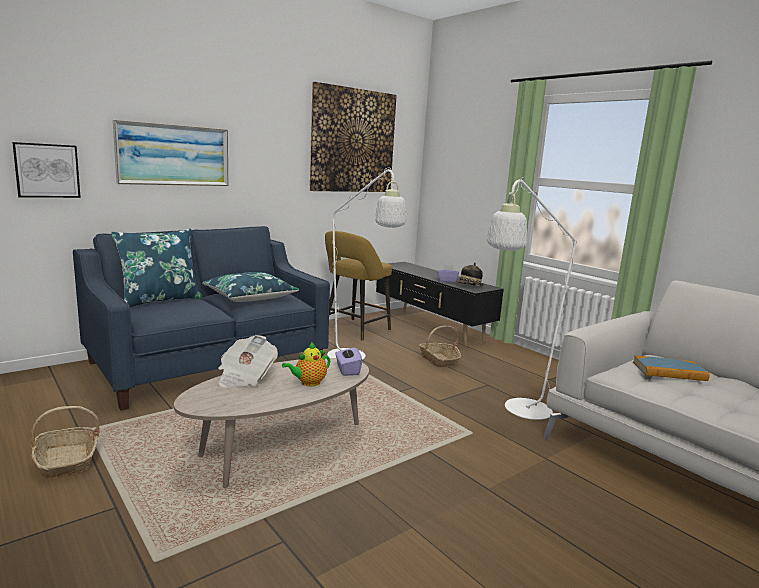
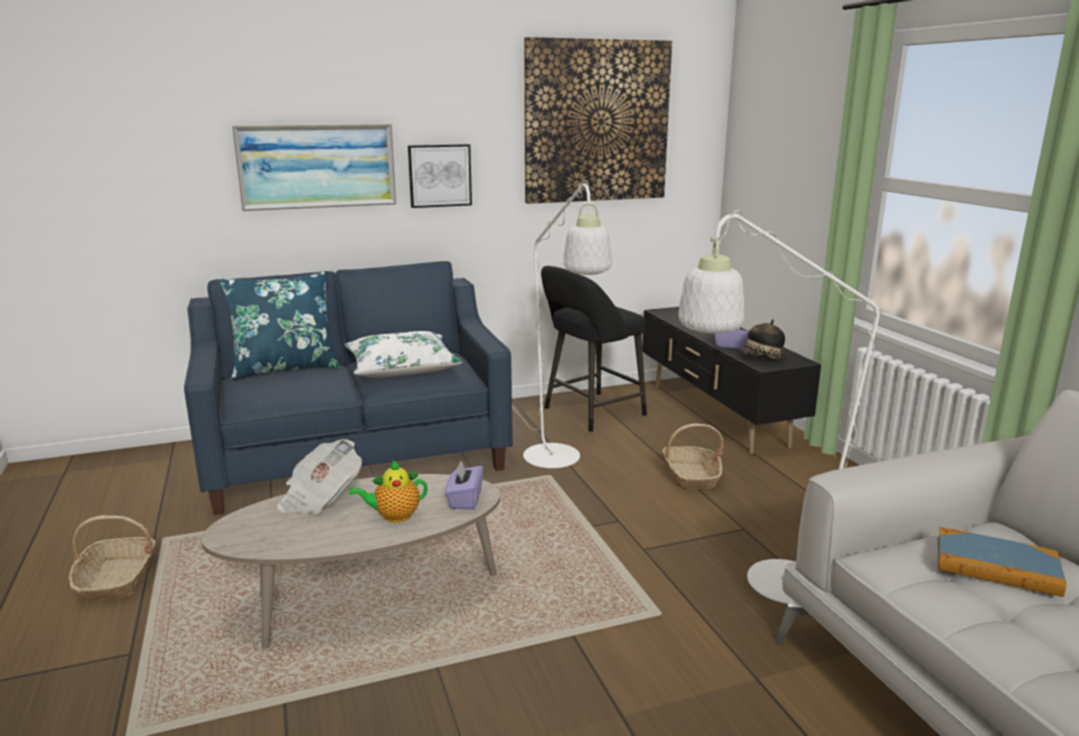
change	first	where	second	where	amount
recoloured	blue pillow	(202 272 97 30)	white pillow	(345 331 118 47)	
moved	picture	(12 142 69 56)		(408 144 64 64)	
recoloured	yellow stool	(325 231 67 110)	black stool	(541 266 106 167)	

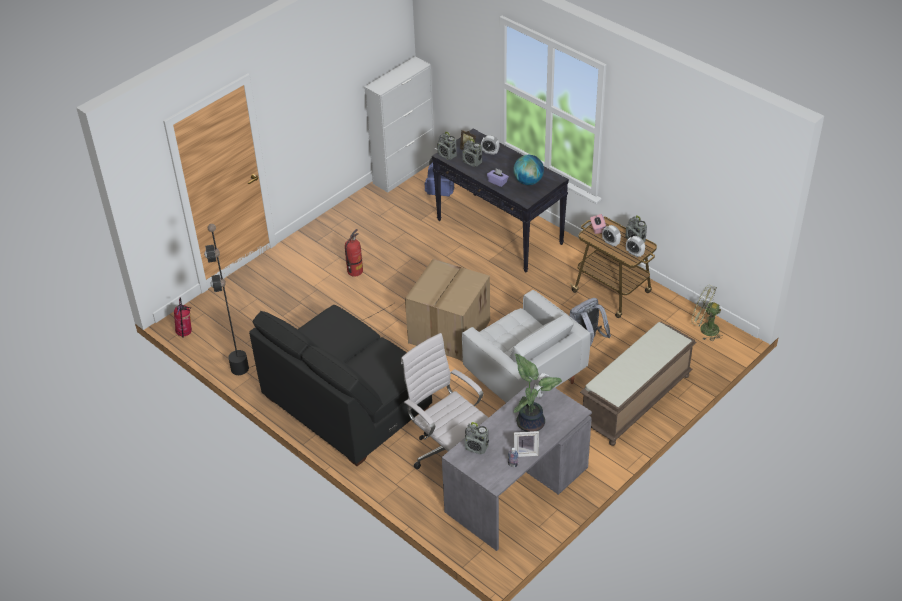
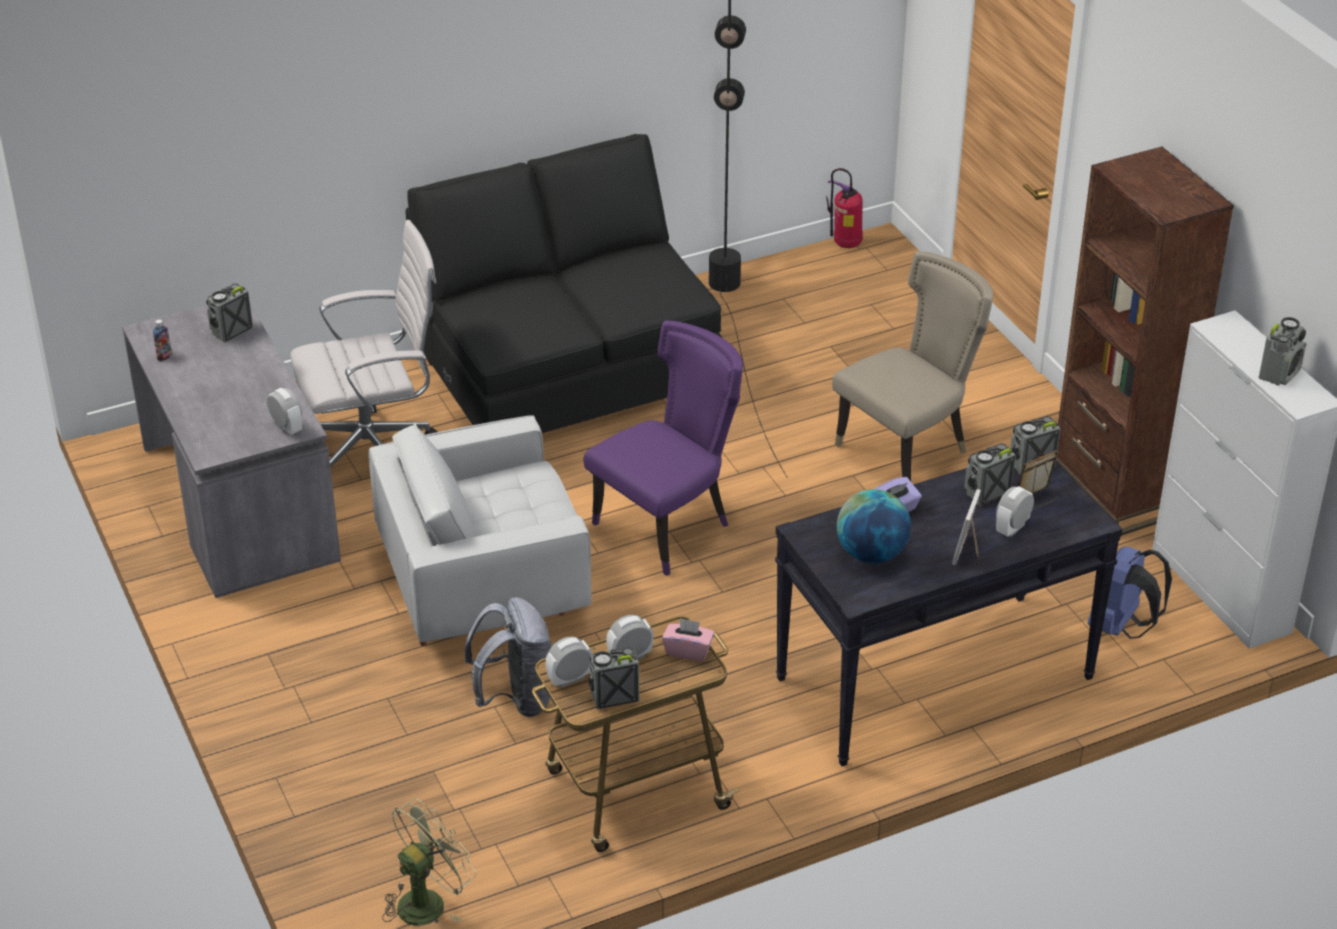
change	first	where	second	where	amount
replaced	cardboard box	(405 259 85 102)	purple chair	(583 321 160 255)	
replaced	fire extinguisher	(345 229 18 48)	beige chair	(832 251 161 230)	
moved	picture frame	(514 431 25 26)		(952 489 29 77)	
added			brown bookcase	(1056 147 178 388)	
added			radio	(1259 317 47 69)	
removed	potted plant	(514 354 48 78)			
removed	brown bench	(580 322 117 124)			

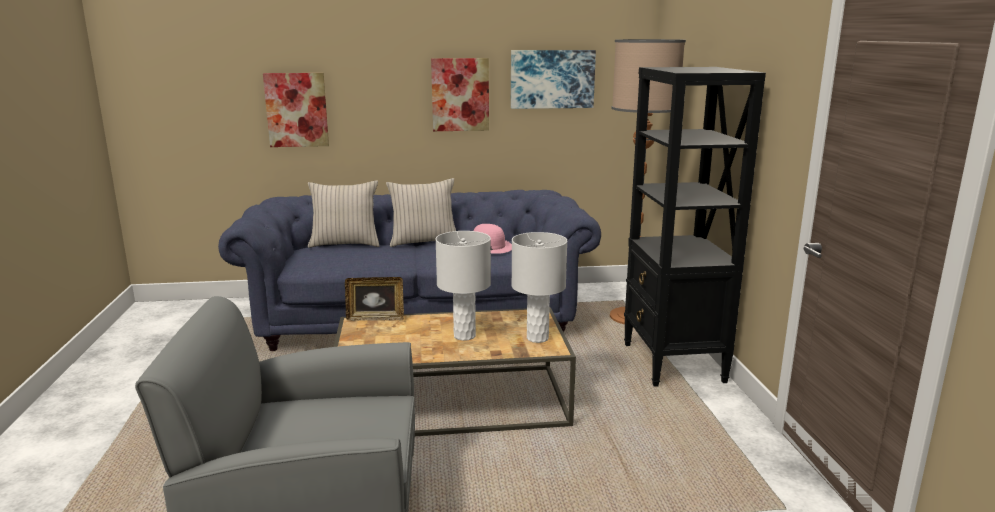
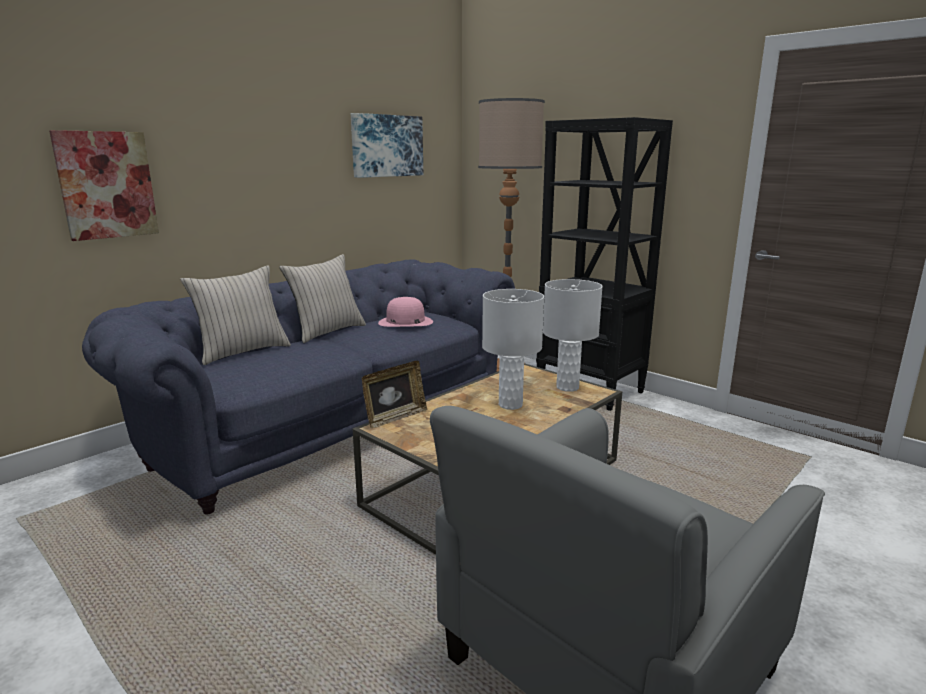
change	first	where	second	where	amount
removed	picture	(431 58 58 73)			

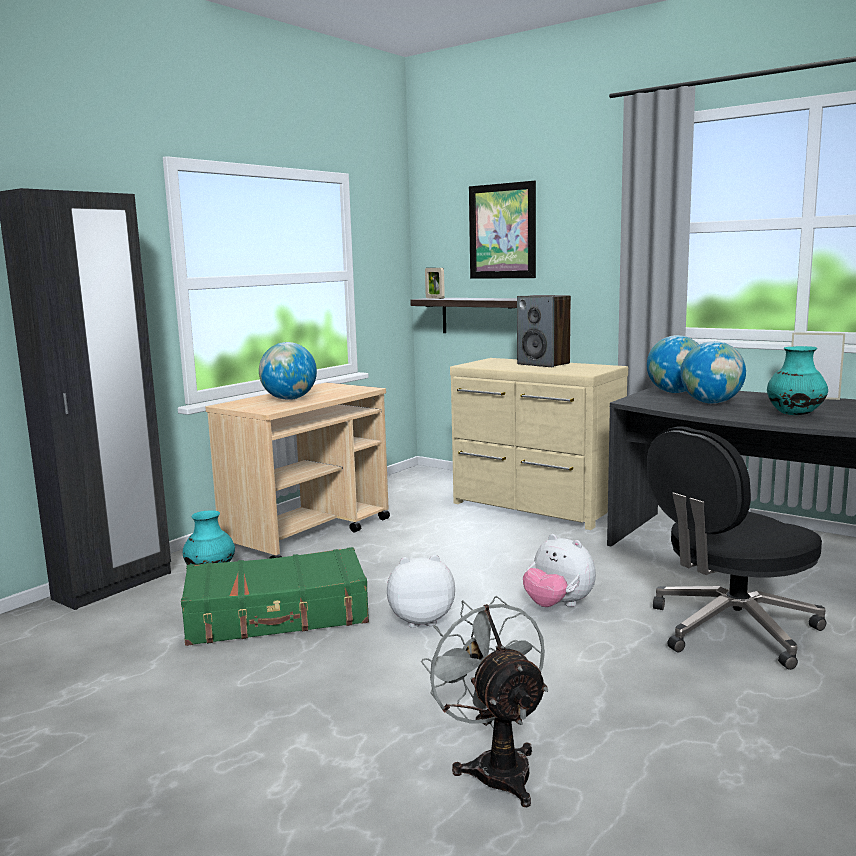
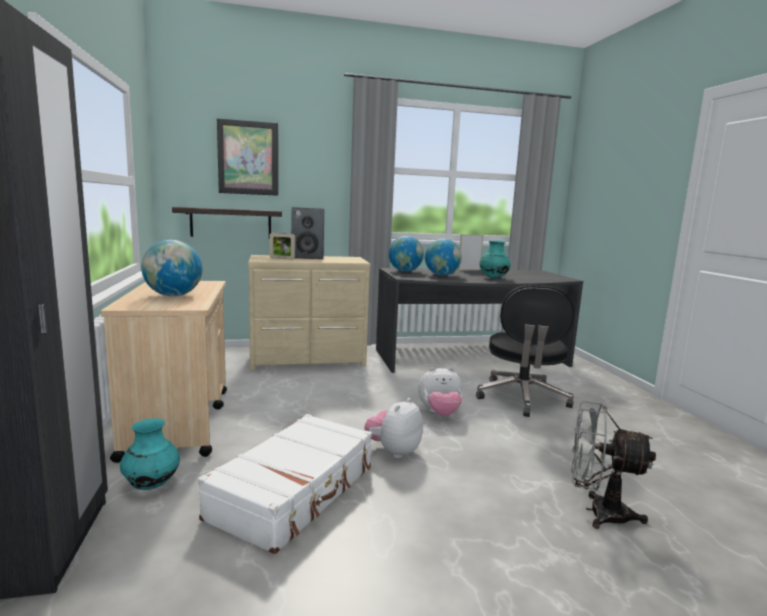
change	first	where	second	where	amount
recoloured	green suitcase	(181 547 188 99)	white suitcase	(198 414 174 140)	
moved	picture frame	(425 268 20 31)		(270 233 25 27)	

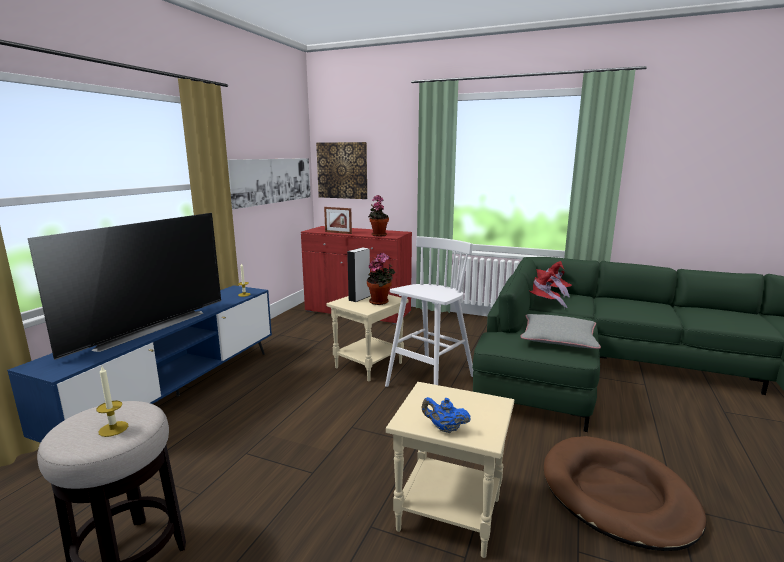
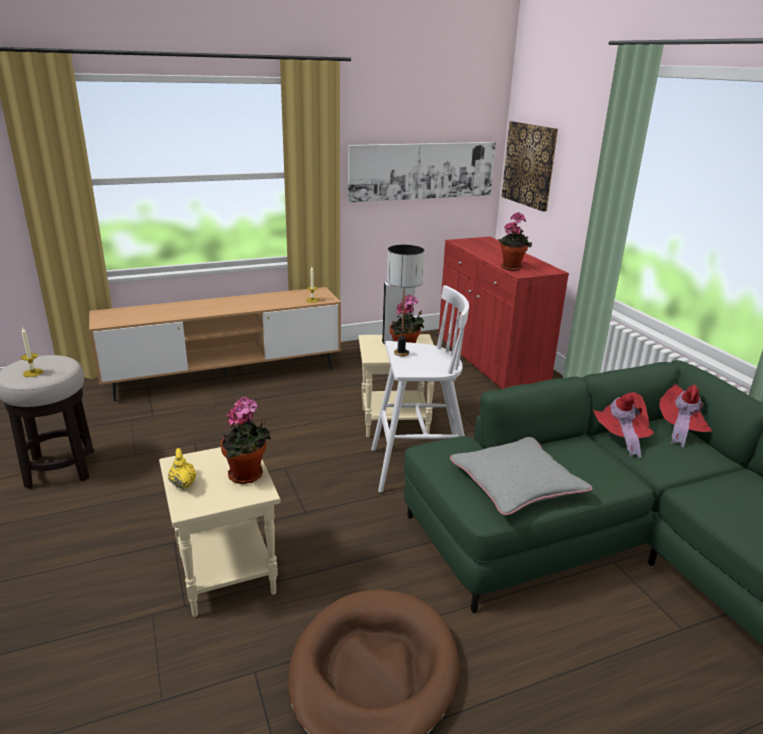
change	first	where	second	where	amount
recoloured	blue tv stand	(7 285 265 158)	brown tv stand	(89 287 252 114)	
recoloured	blue teapot	(422 397 49 36)	yellow teapot	(168 448 28 41)	
added			potted plant	(220 397 51 87)	
added			table lamp	(387 245 37 111)	
removed	television	(28 213 193 147)			
removed	picture frame	(324 207 28 27)			

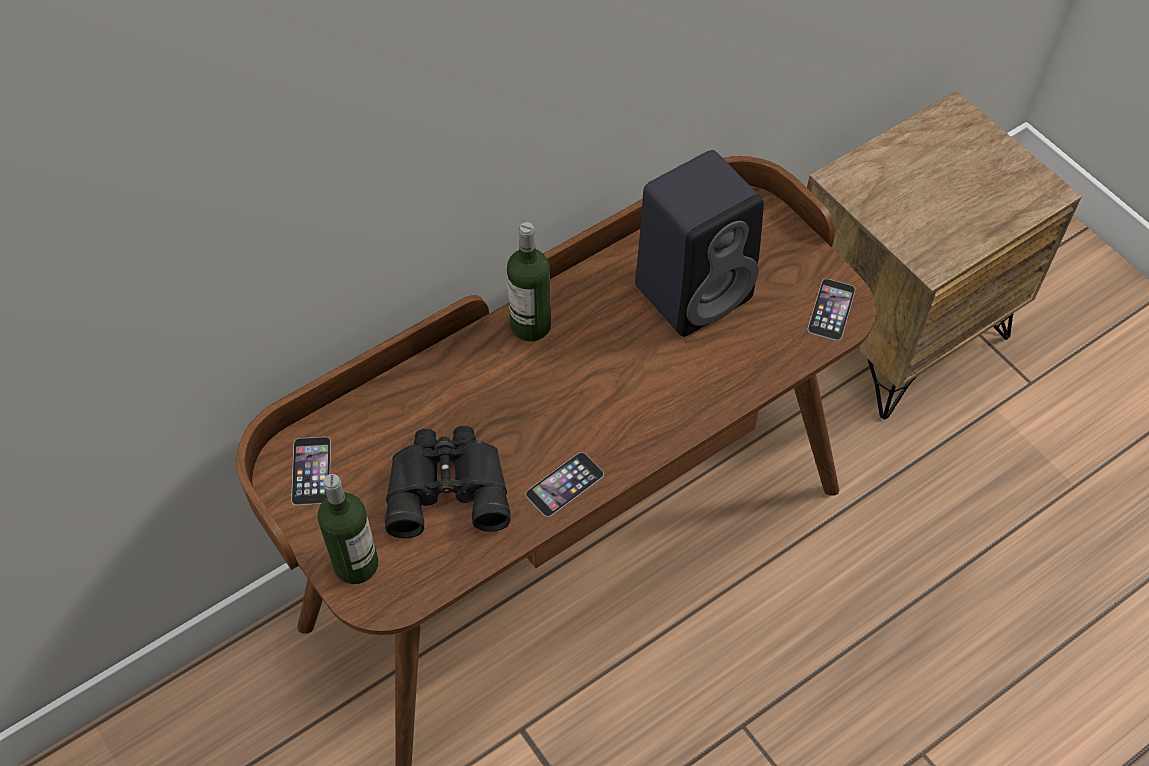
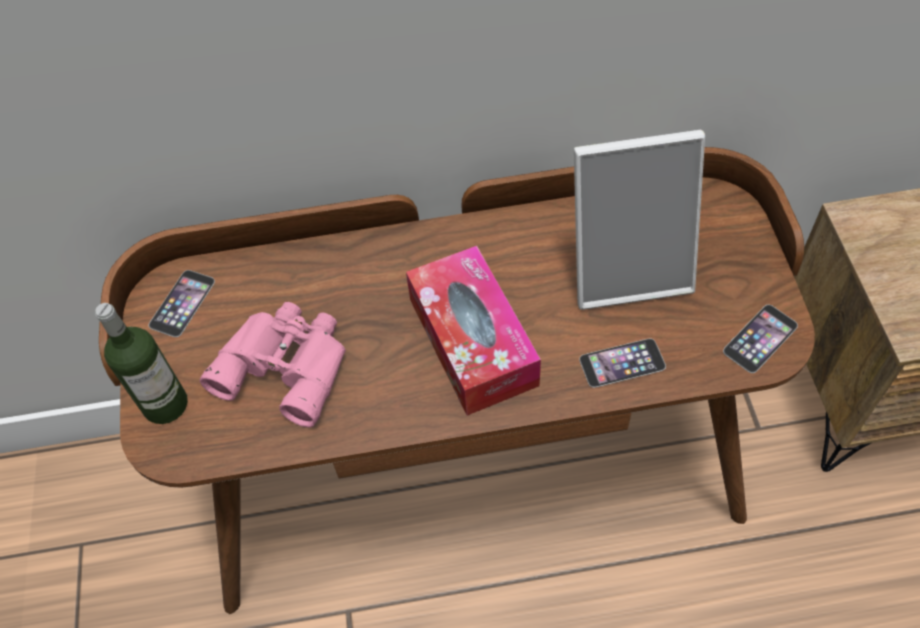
change	first	where	second	where	amount
recoloured	black binoculars	(385 426 126 112)	pink binoculars	(200 302 146 126)	
added			tissue box	(406 246 135 169)	
replaced	black speaker	(635 150 129 187)	picture frame	(574 130 131 180)	
moved	phone	(526 452 78 65)		(579 339 87 49)	
removed	bottle	(507 222 44 120)			

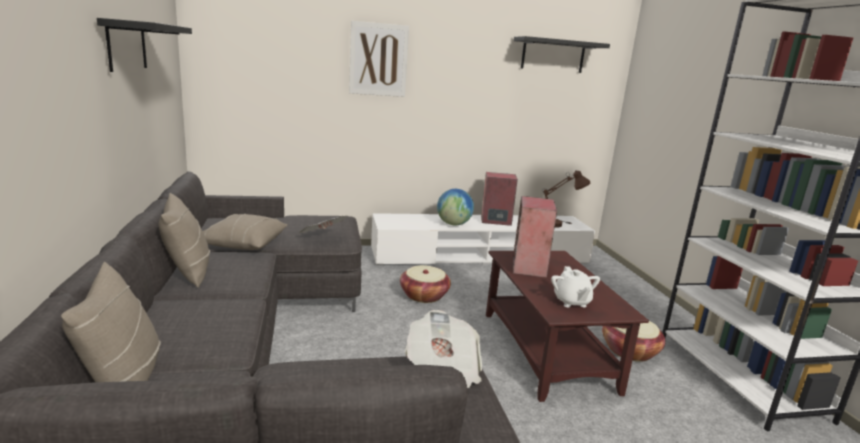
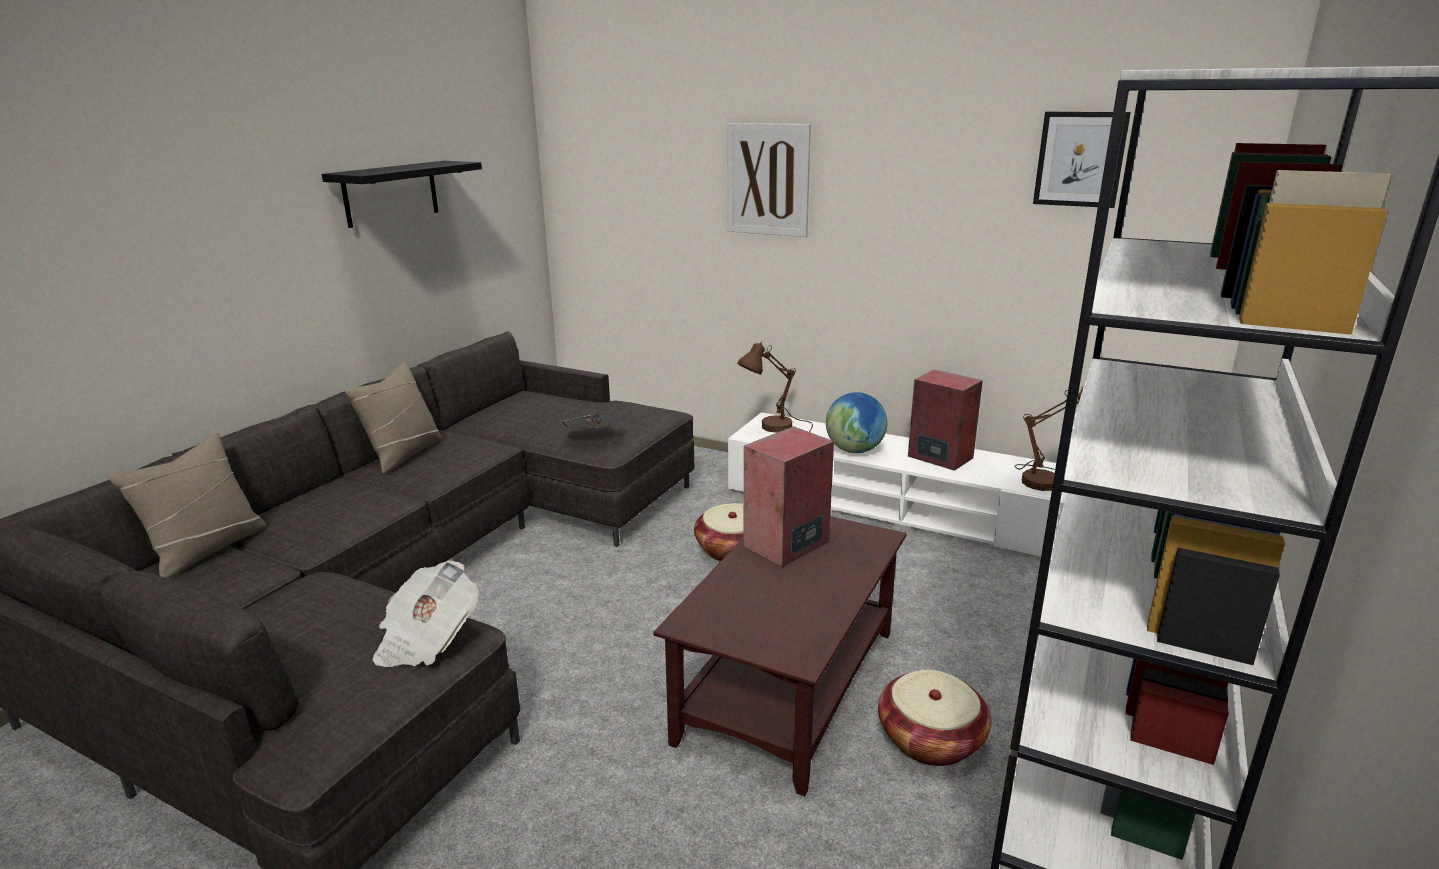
change	first	where	second	where	amount
added			brown table lamp	(737 341 76 92)	
replaced	black shelf	(514 36 96 37)	picture	(1033 112 98 96)	
removed	beige pillow	(203 214 85 36)			
removed	white teapot	(551 266 49 41)			

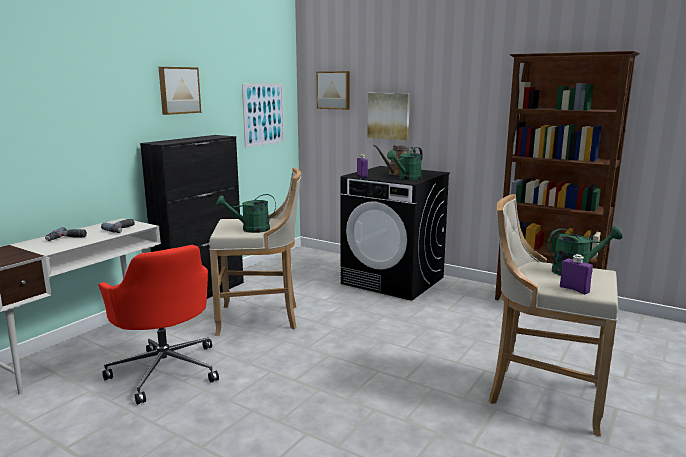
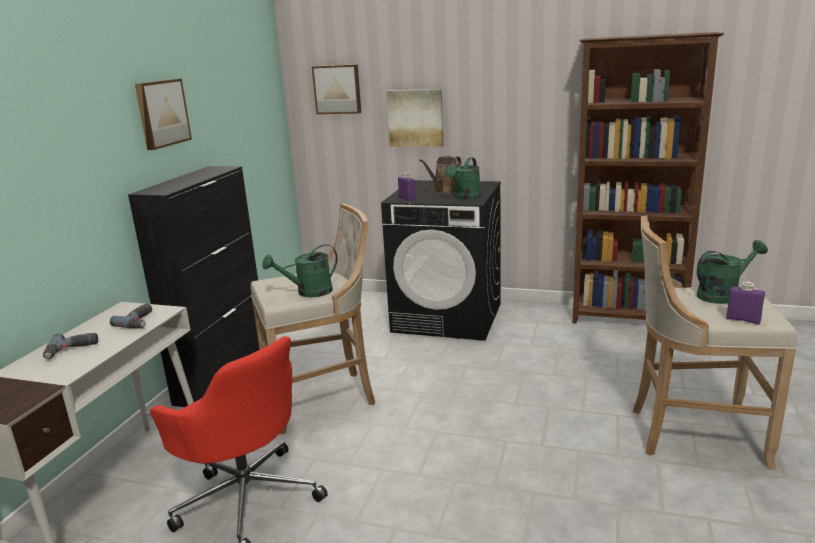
change	first	where	second	where	amount
removed	picture	(242 83 43 64)			

